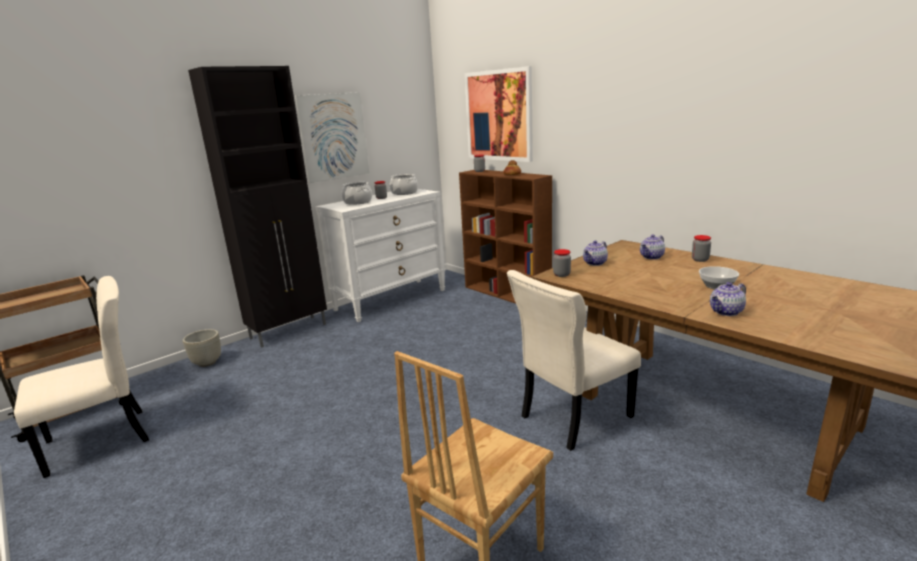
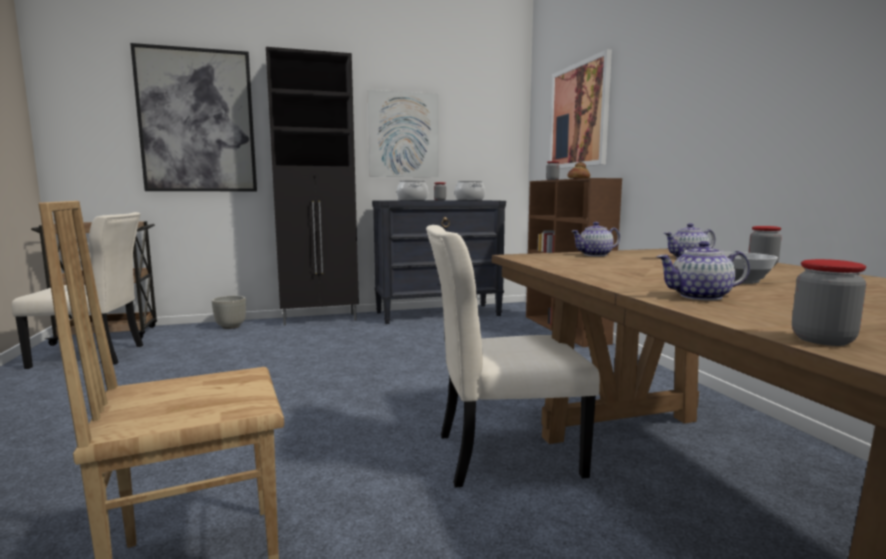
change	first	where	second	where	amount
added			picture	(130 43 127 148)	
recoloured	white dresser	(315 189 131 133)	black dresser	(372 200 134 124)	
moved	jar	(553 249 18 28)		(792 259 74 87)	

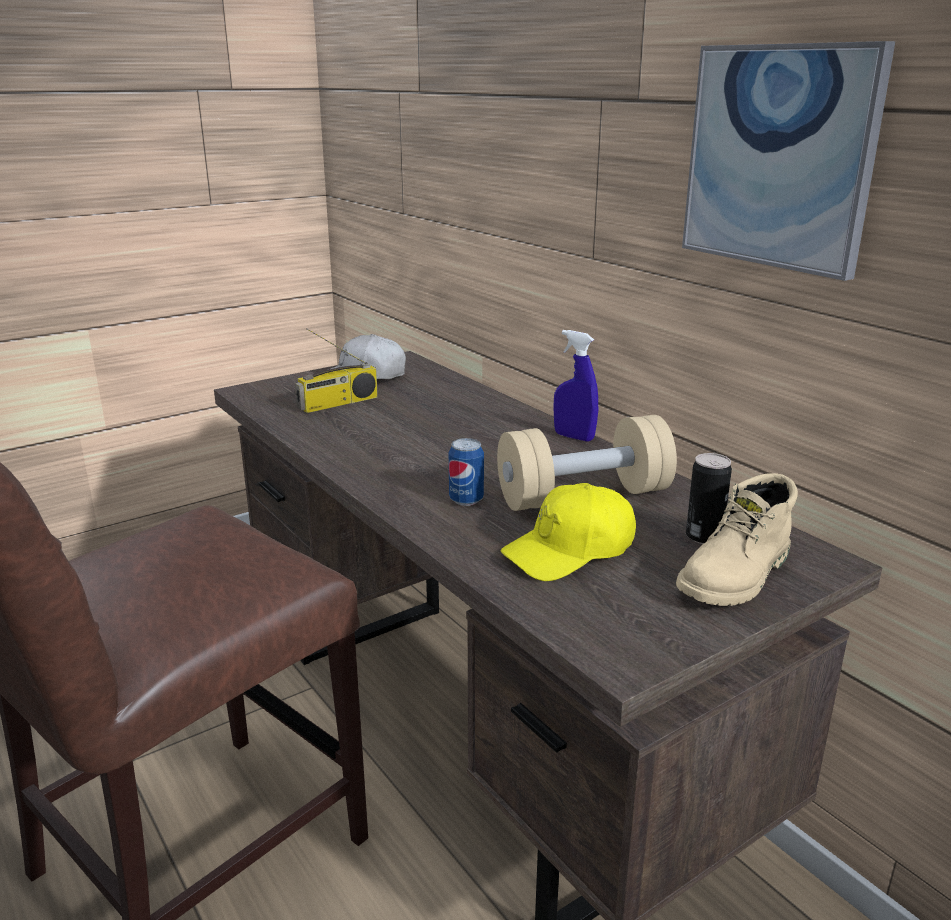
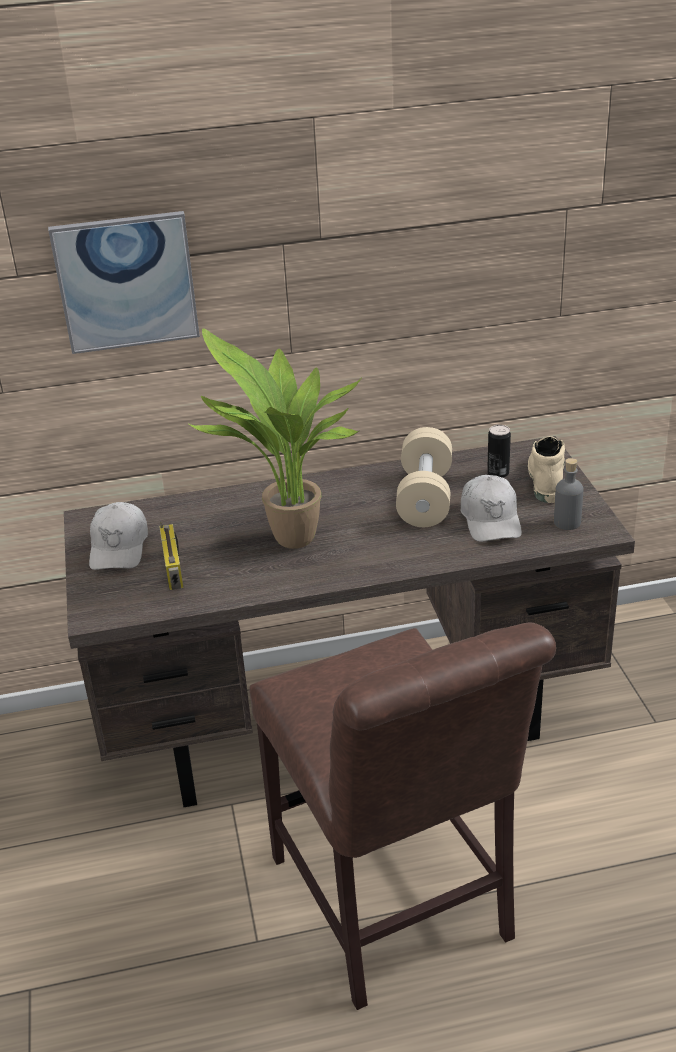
change	first	where	second	where	amount
moved	picture	(682 41 213 240)		(48 211 152 143)	
added			potted plant	(189 328 172 221)	
recoloured	yellow cap	(501 483 135 98)	white cap	(460 475 62 67)	
turned	beige boot	(676 473 122 133)		(528 436 37 67)	150 degrees counterclockwise
added			grey bottle	(554 458 29 72)	
removed	can	(449 438 35 68)			
removed	blue spray bottle	(554 330 44 112)			

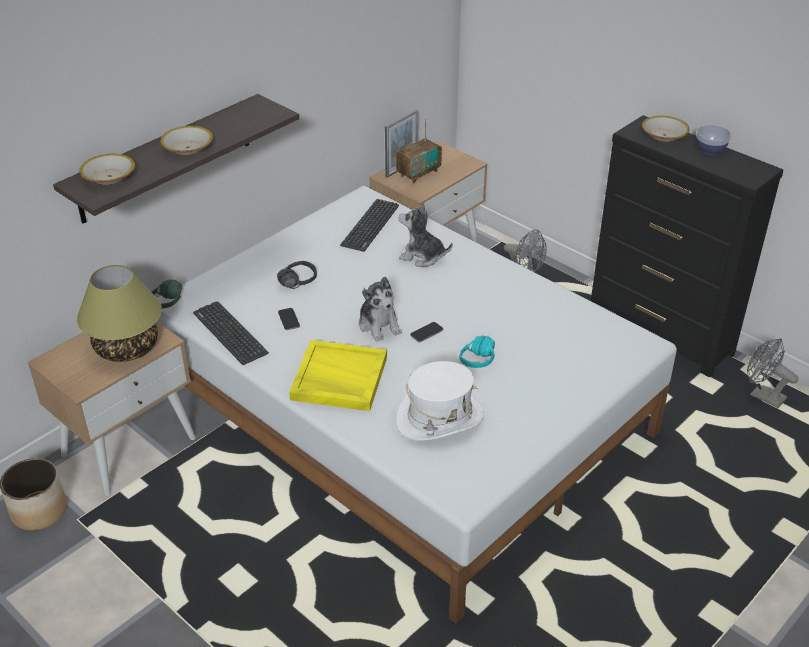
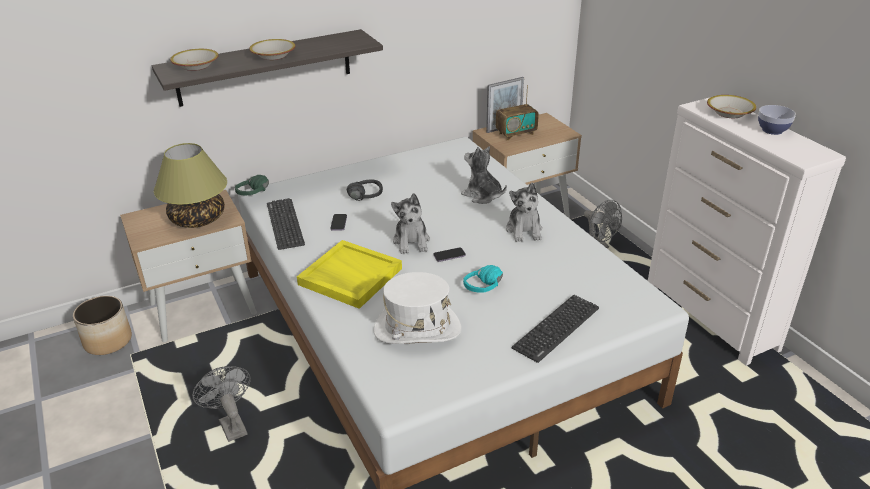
change	first	where	second	where	amount
moved	grey fan	(747 338 51 70)		(193 366 58 76)	
added			plush toy	(506 182 36 60)	
moved	keyboard	(340 199 59 53)		(512 295 87 68)	
recoloured	black dresser	(591 115 192 262)	white dresser	(648 98 198 268)	

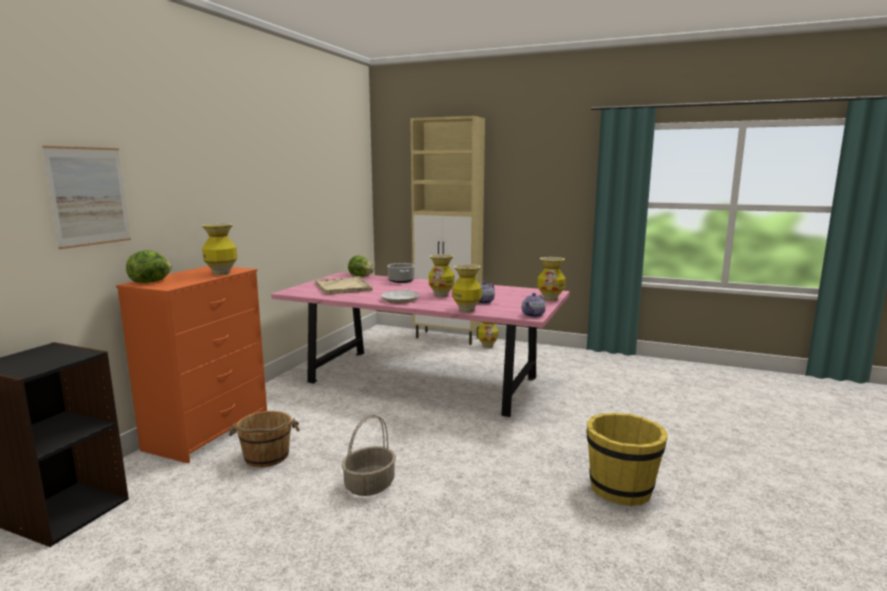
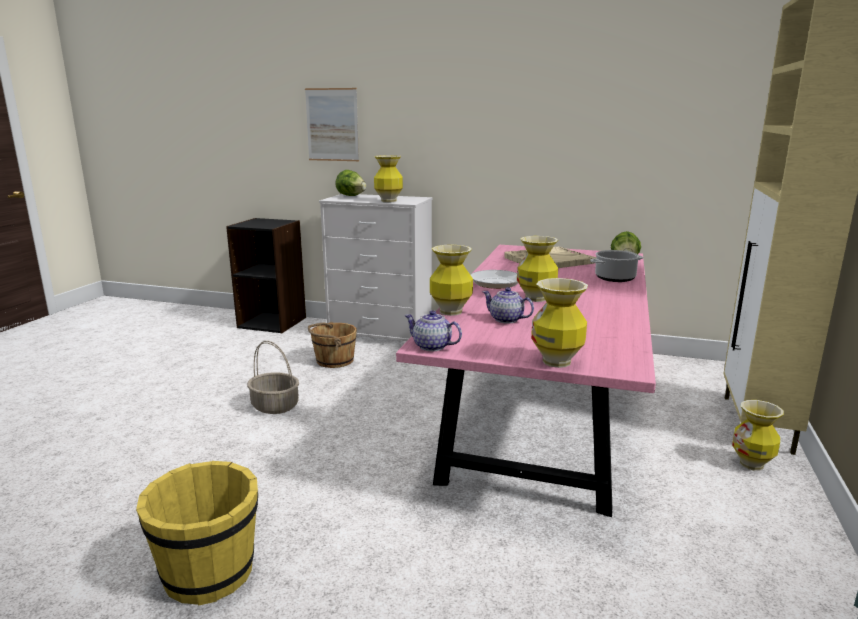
change	first	where	second	where	amount
recoloured	orange dresser	(116 266 151 197)	white dresser	(319 194 114 147)	

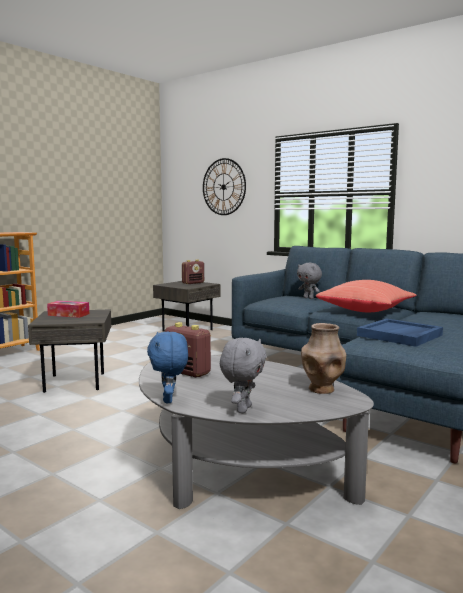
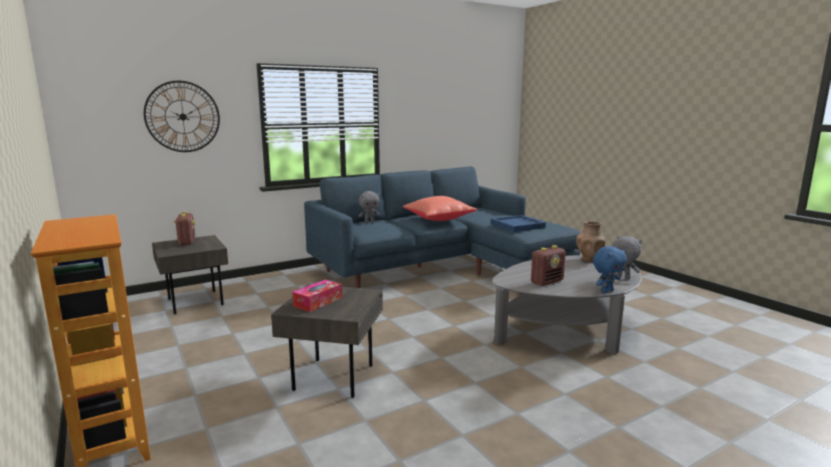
change	first	where	second	where	amount
turned	blue plush toy	(147 332 41 71)		(593 246 34 47)	45 degrees counterclockwise

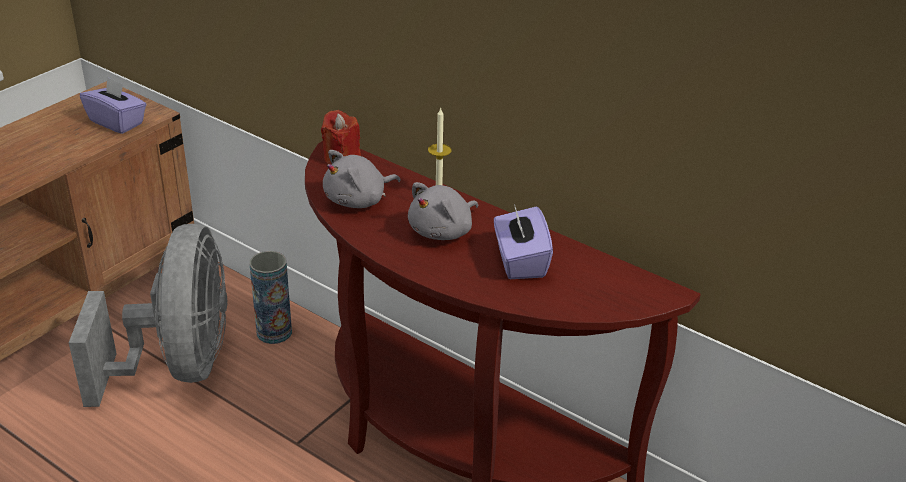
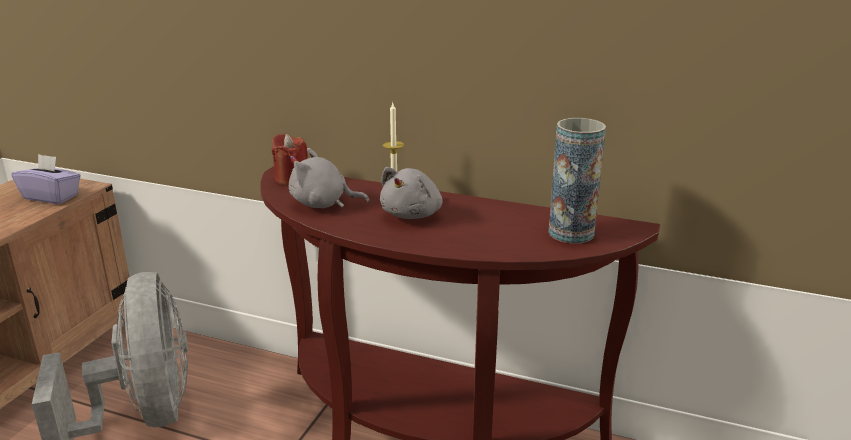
change	first	where	second	where	amount
turned	grey plush toy	(323 150 77 58)		(289 148 81 60)	60 degrees clockwise
moved	vase	(250 251 42 93)		(548 118 58 125)	
removed	purple tissue box	(494 204 59 75)			

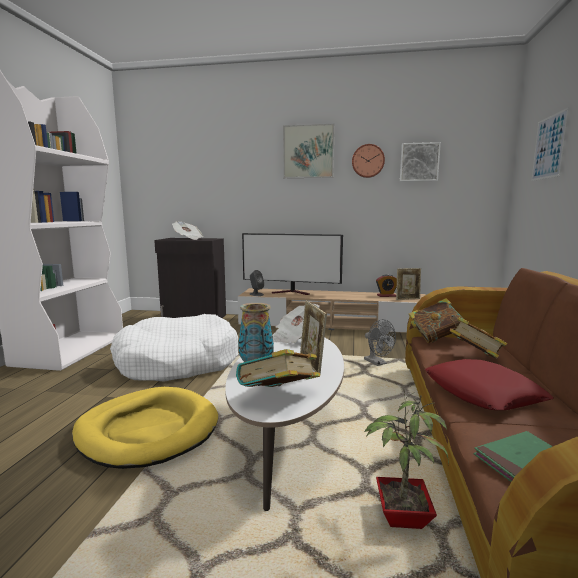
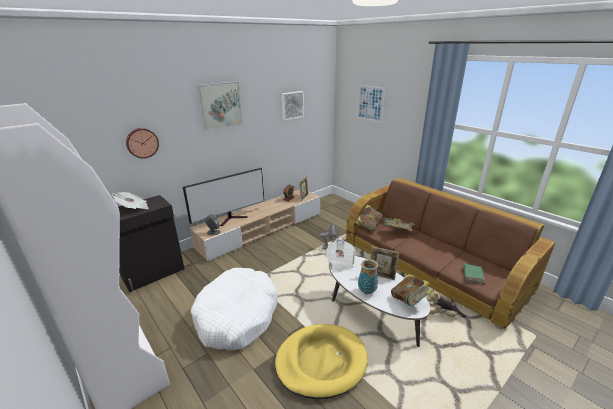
change	first	where	second	where	amount
moved	wall clock	(352 144 33 34)		(126 128 33 31)	
replaced	potted plant	(365 390 84 139)	plush toy	(427 291 39 27)	
removed	red pillow	(425 359 129 51)			

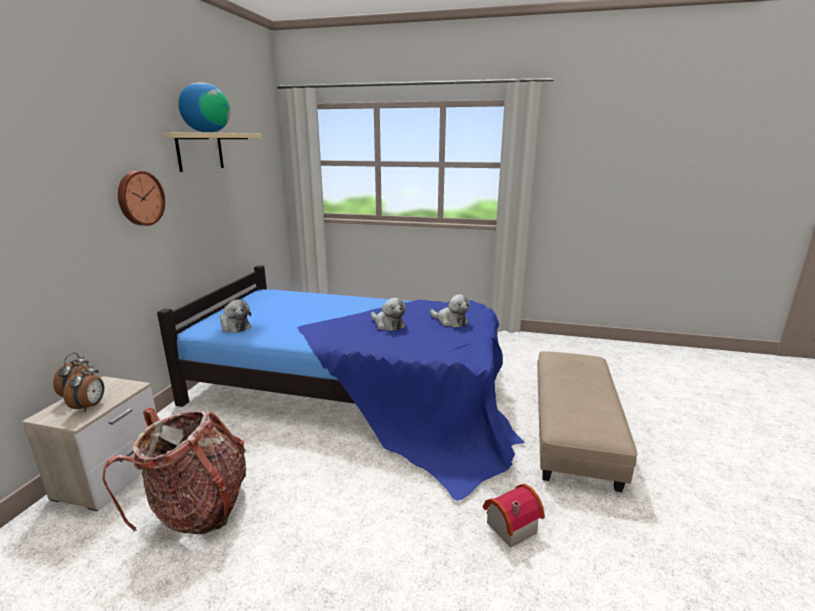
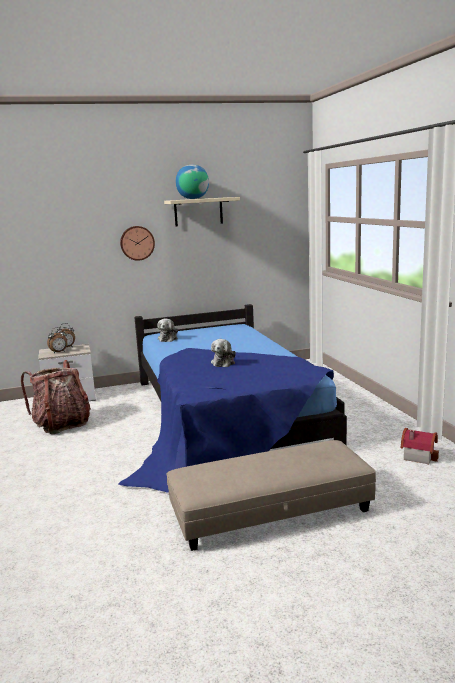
change	first	where	second	where	amount
moved	toy house	(483 484 62 64)		(401 428 38 36)	
removed	plush toy	(430 294 40 33)			

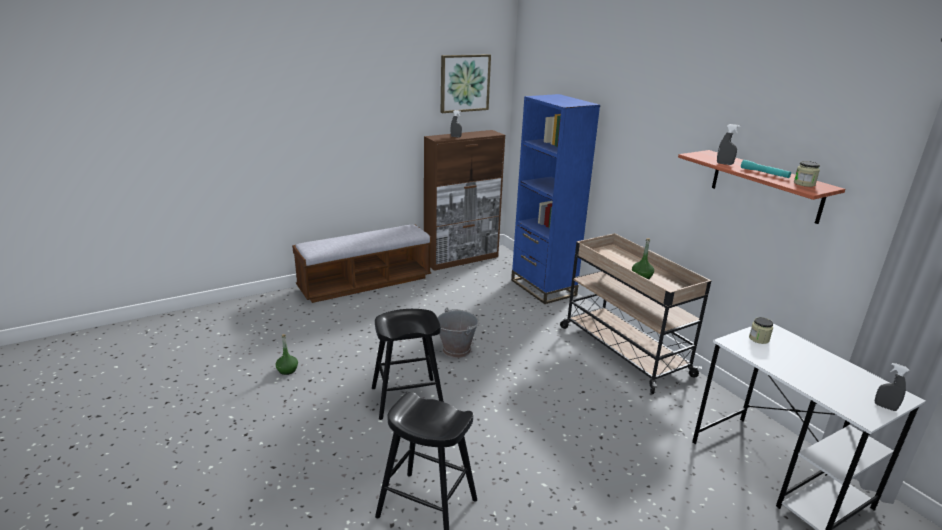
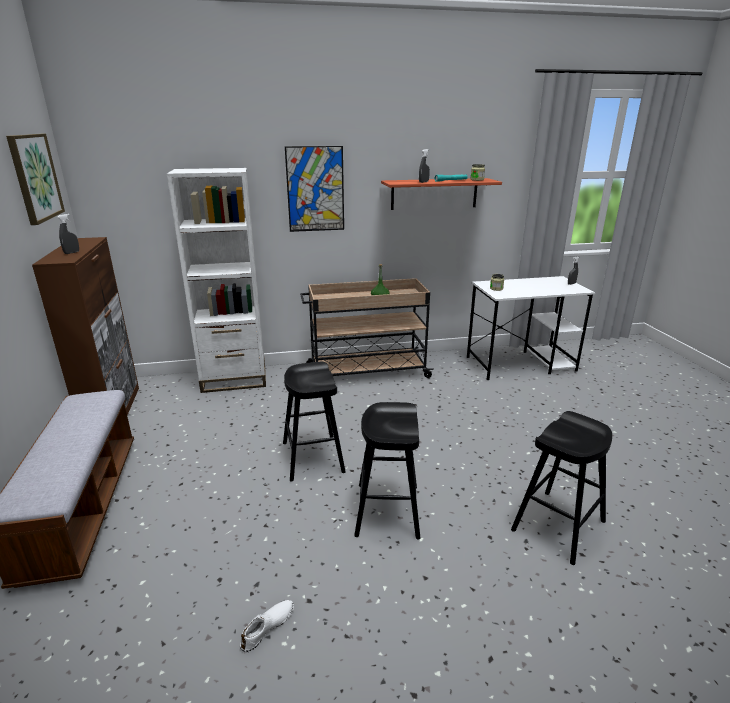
change	first	where	second	where	amount
recoloured	blue bookcase	(511 94 89 210)	white bookcase	(167 168 99 225)	
replaced	green bottle	(275 334 23 41)	white shoe	(240 600 54 53)	
replaced	grey bucket	(437 308 43 50)	black stool	(283 362 63 120)	
added			picture	(285 146 59 86)	

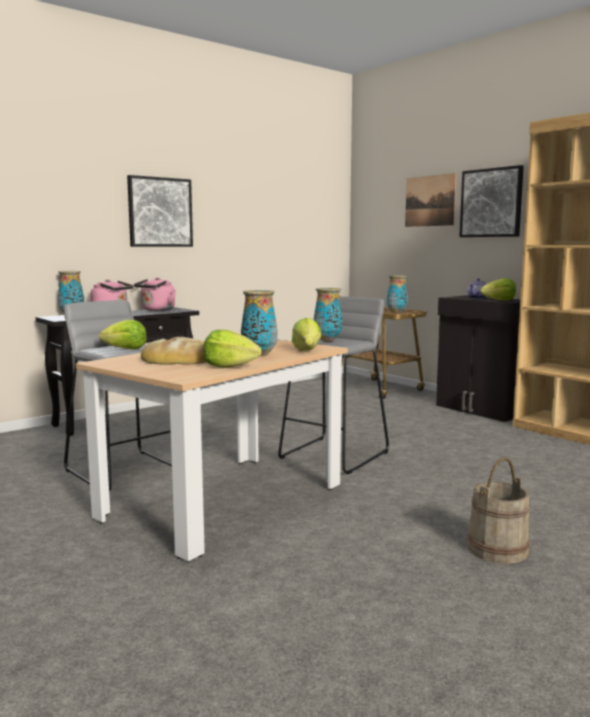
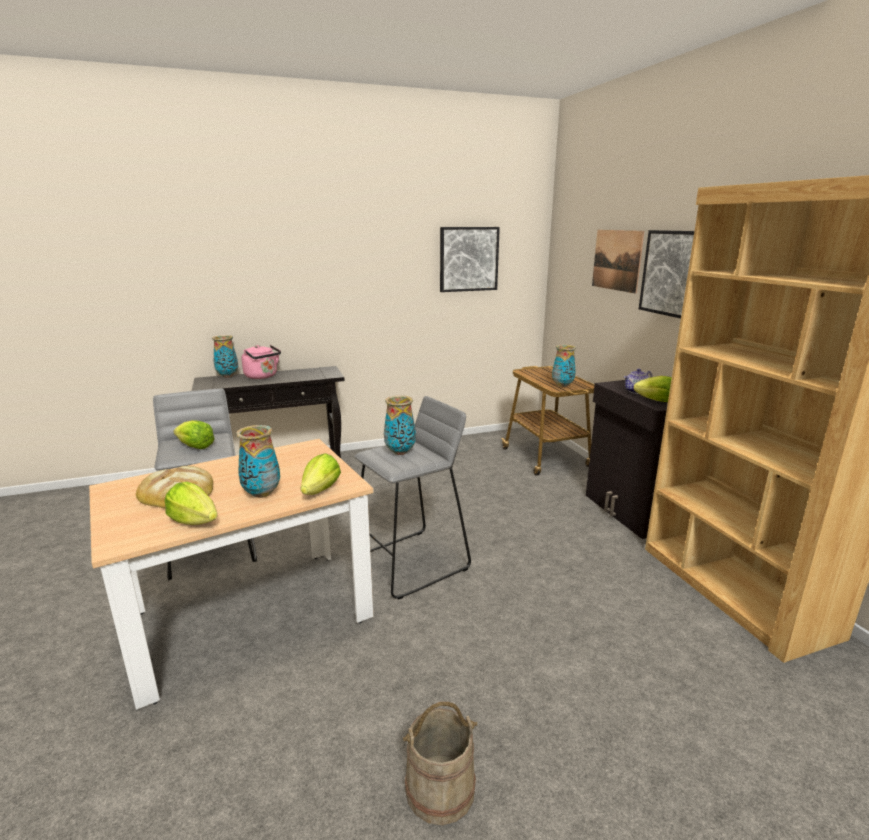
change	first	where	second	where	amount
moved	picture	(127 175 66 72)		(440 227 60 65)	
removed	pink kettle	(134 277 42 34)			

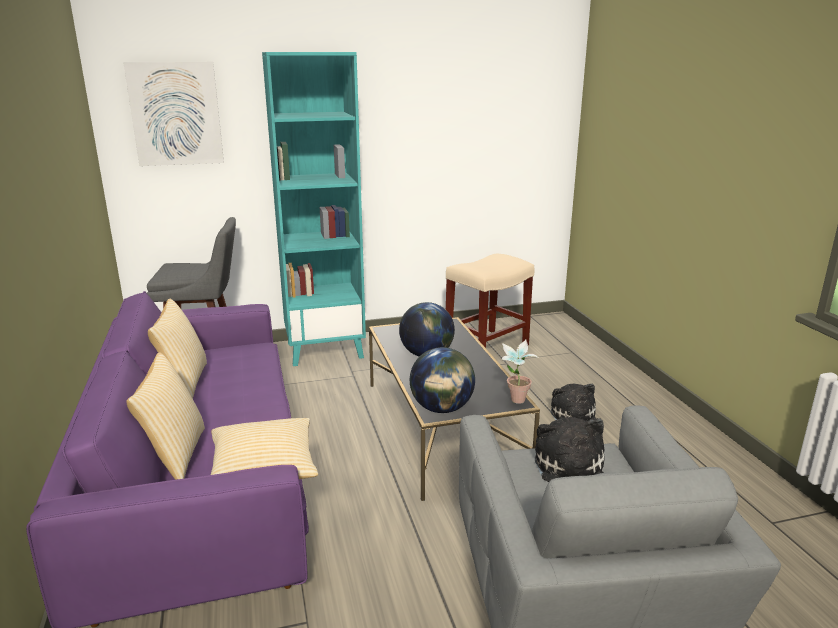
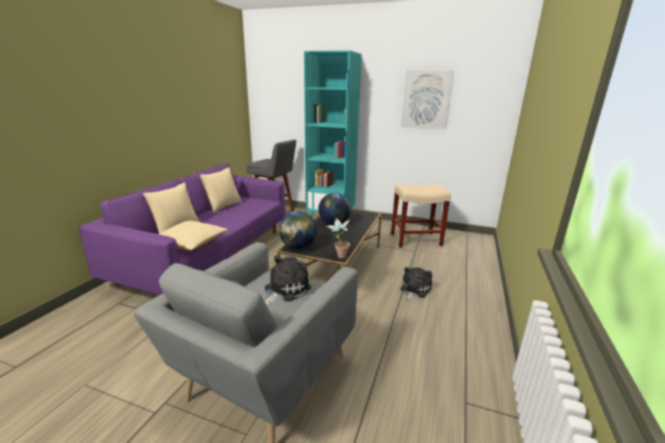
change	first	where	second	where	amount
moved	picture	(123 62 101 104)		(401 70 53 60)	

